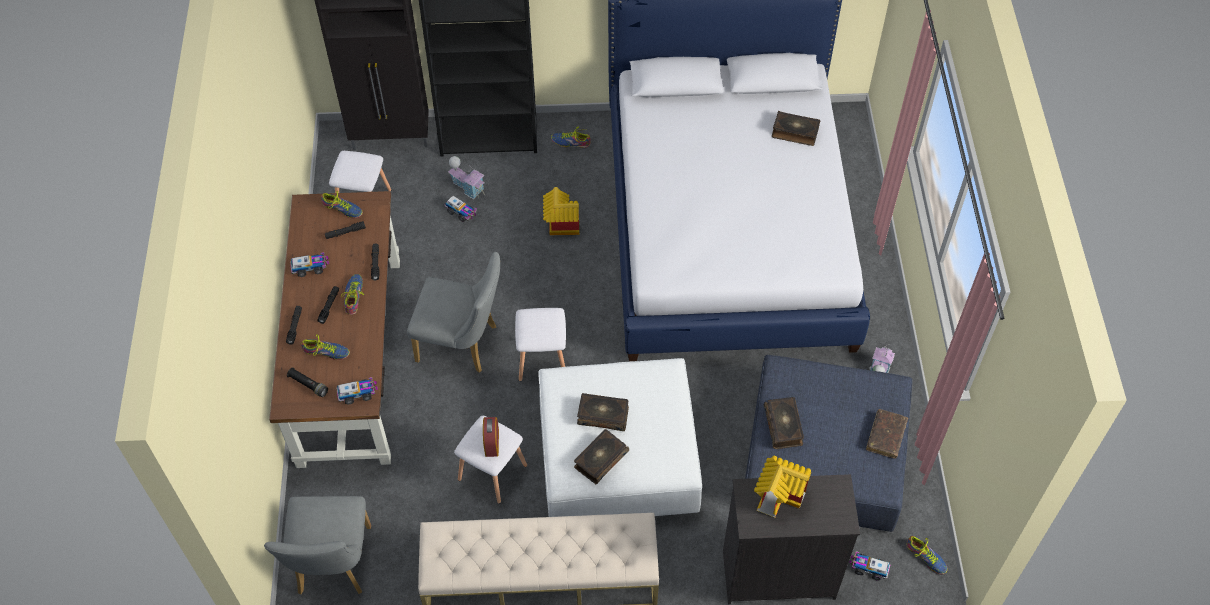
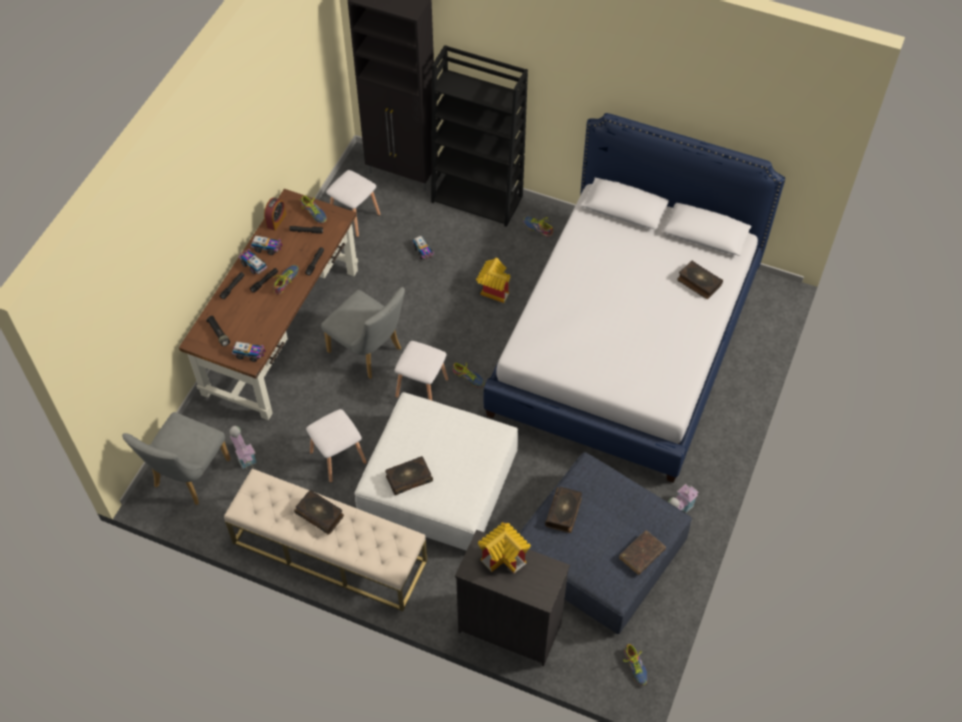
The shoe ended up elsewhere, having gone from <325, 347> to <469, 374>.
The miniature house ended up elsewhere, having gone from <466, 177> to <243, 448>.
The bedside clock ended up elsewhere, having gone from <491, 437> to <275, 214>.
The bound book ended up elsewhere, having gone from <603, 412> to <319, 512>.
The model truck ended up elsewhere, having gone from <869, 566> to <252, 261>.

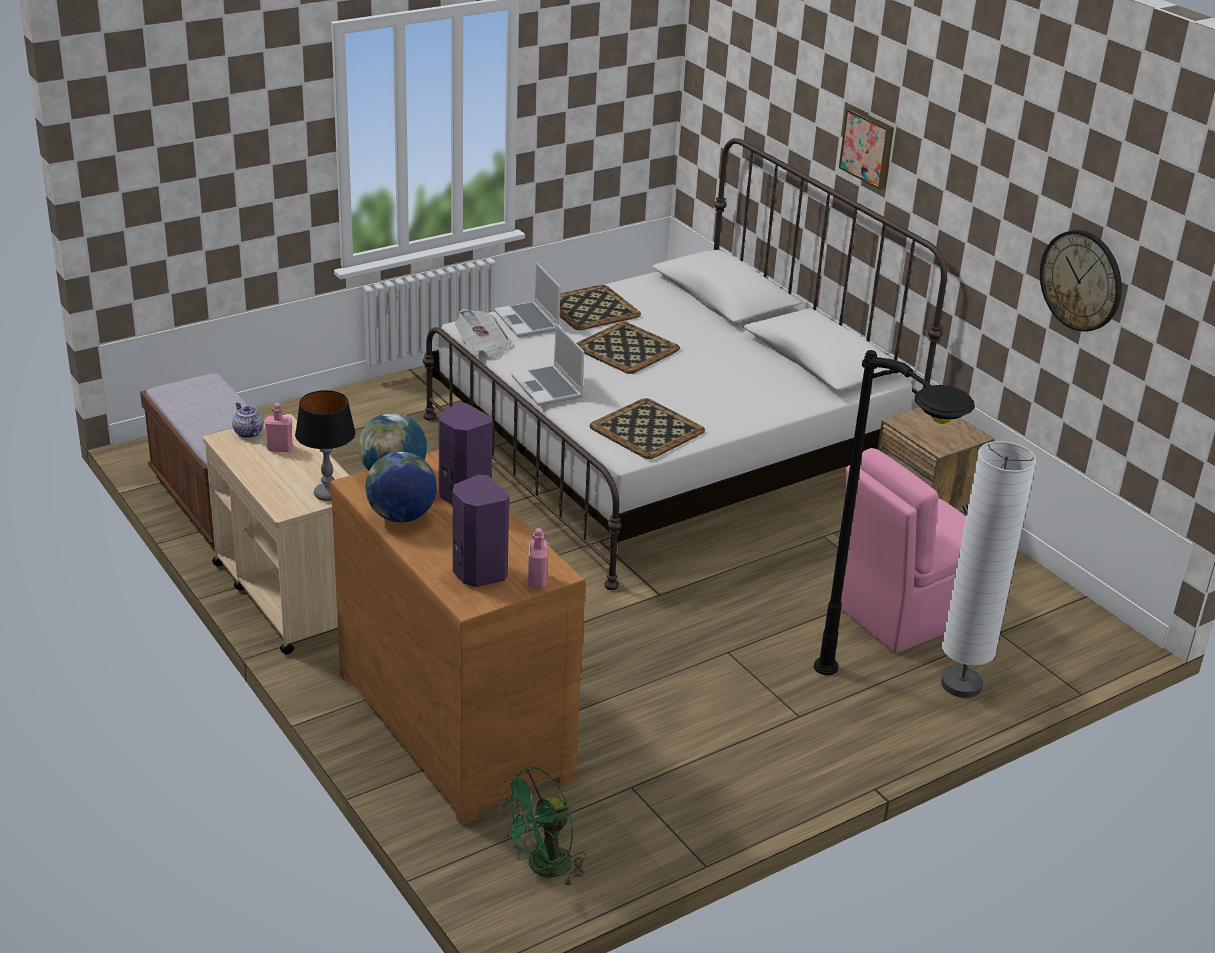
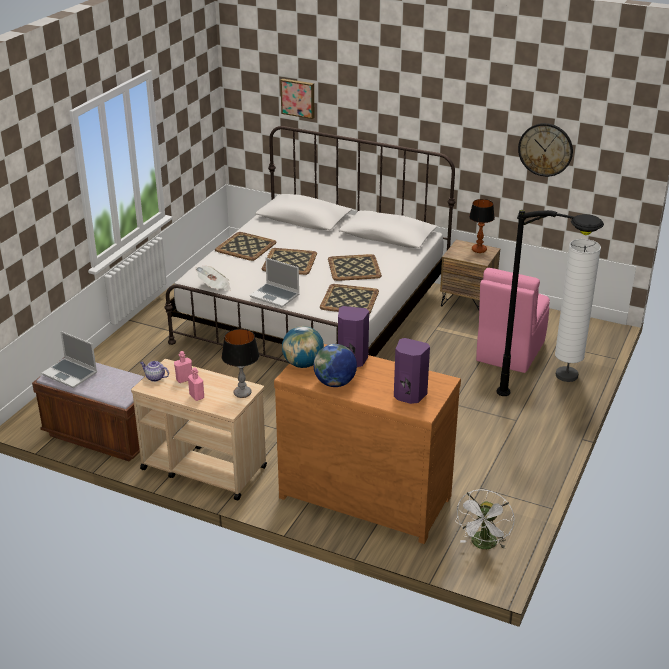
The notebook computer ended up elsewhere, having gone from <527, 299> to <69, 359>.
What was the green-coloured electric fan at <542, 826> turned into the whitish electric fan at <484, 519>.
The pink-coloured drink bottle ended up elsewhere, having gone from <538, 558> to <196, 384>.
The wall art ended up elsewhere, having gone from <866, 149> to <297, 99>.
The second view gained the serving tray at <355, 267>.
The second view gained the table lamp at <482, 226>.

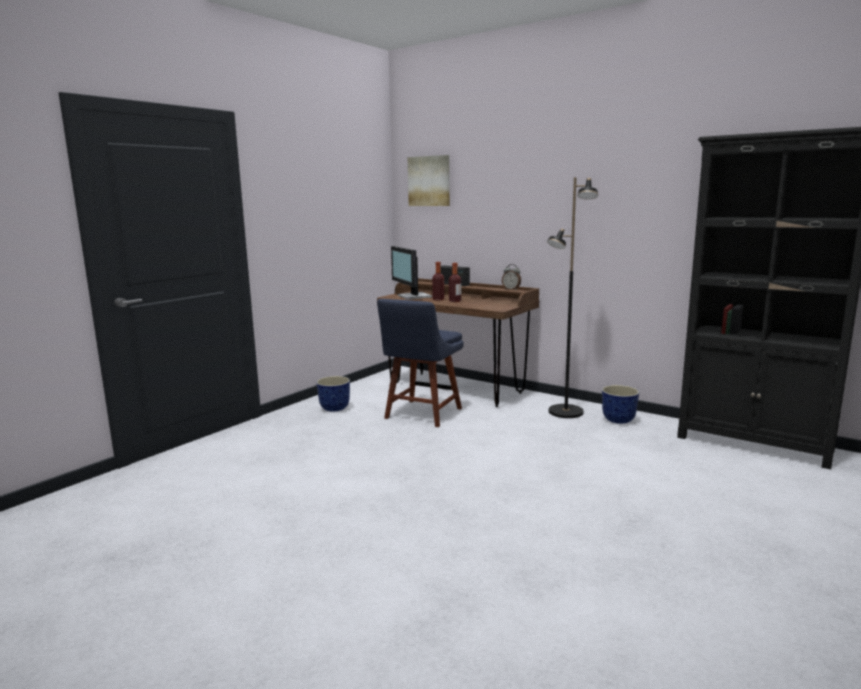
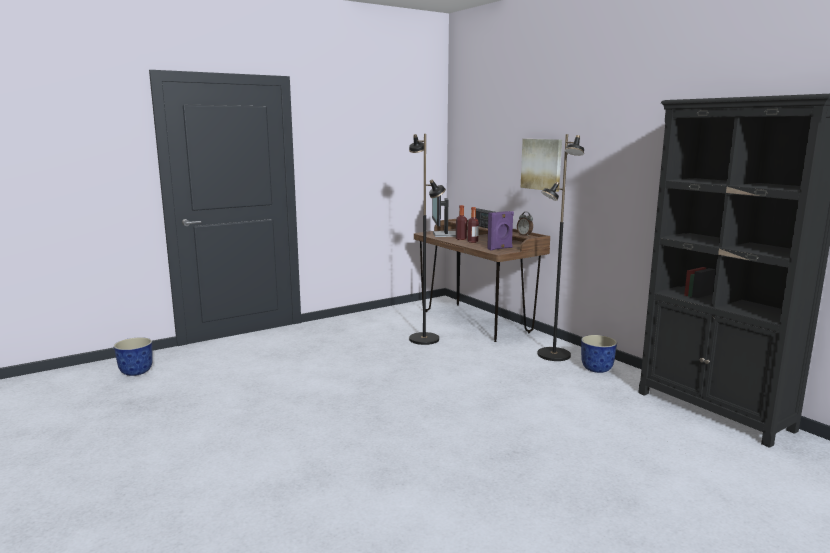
The planter ended up elsewhere, having gone from <333, 394> to <133, 356>.
Where the blue plain chair stood at <420, 363>, the blackish floor lamp came to stand at <427, 239>.
The wall art ended up elsewhere, having gone from <429, 180> to <541, 165>.
The second view gained the purple speaker at <500, 230>.

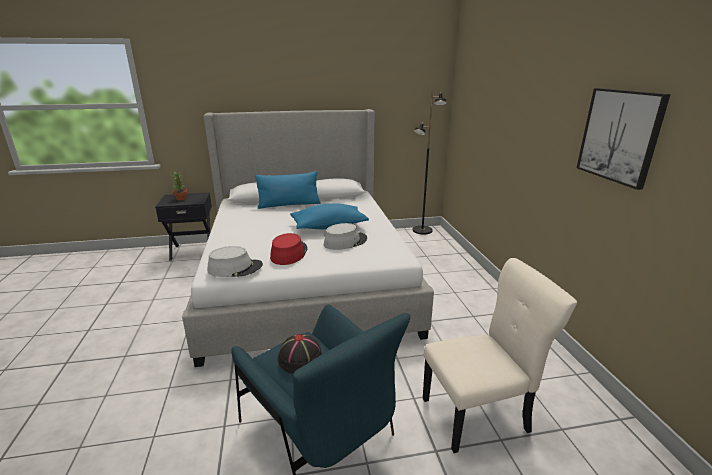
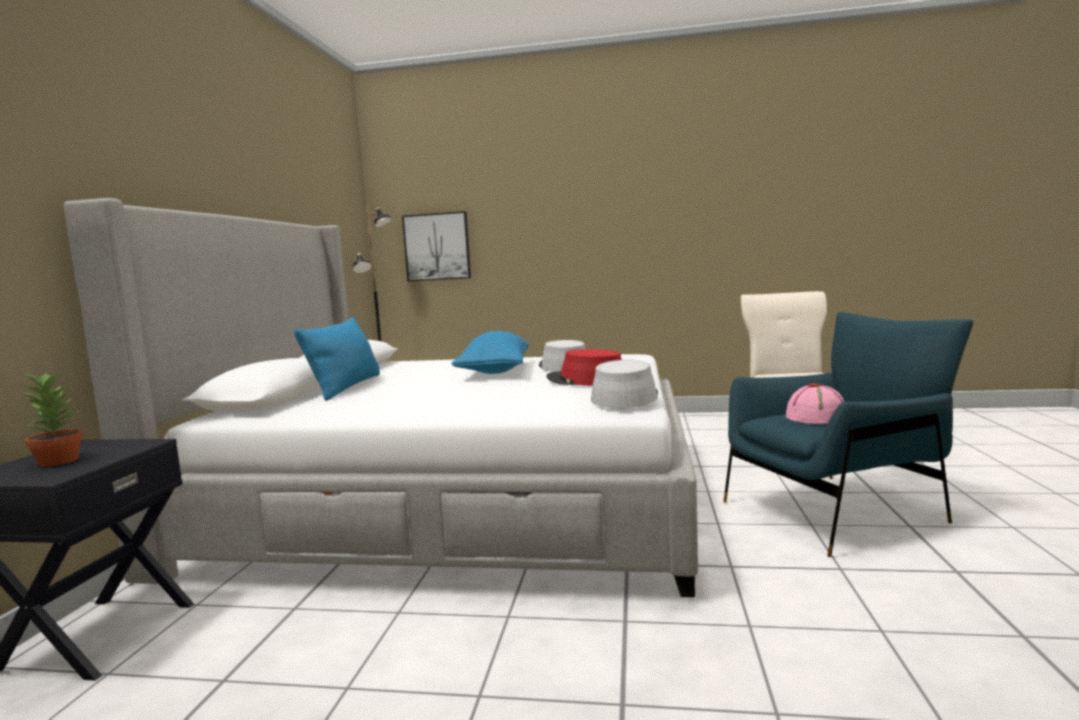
What was the blackish wearable hat at <300, 354> turned into the pink-coloured wearable hat at <815, 403>.
The wall art ended up elsewhere, having gone from <624, 139> to <436, 246>.

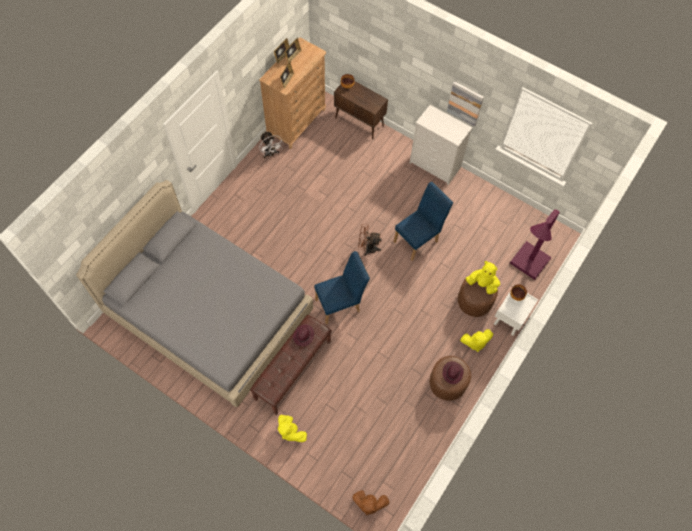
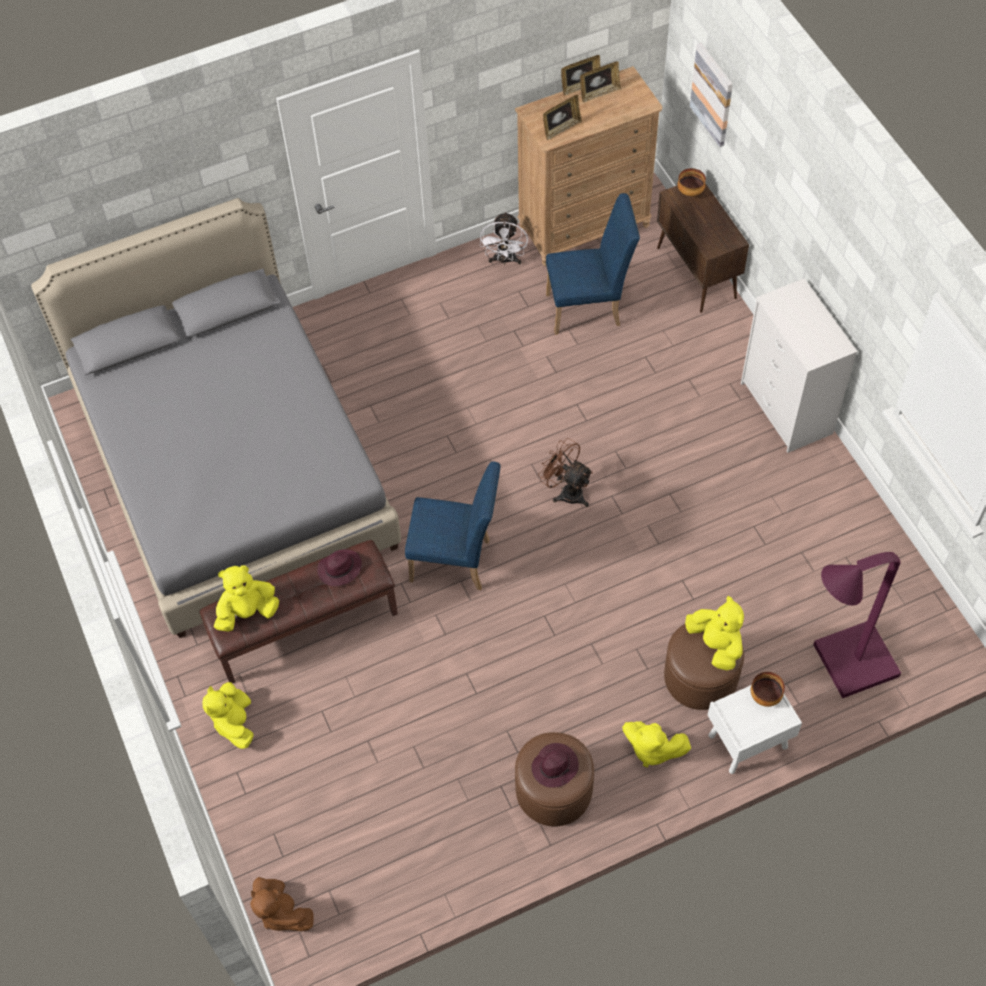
The blue plain chair ended up elsewhere, having gone from <423, 221> to <593, 264>.
The wall art ended up elsewhere, having gone from <465, 104> to <711, 95>.
The second view gained the yellowish soft toy at <246, 598>.

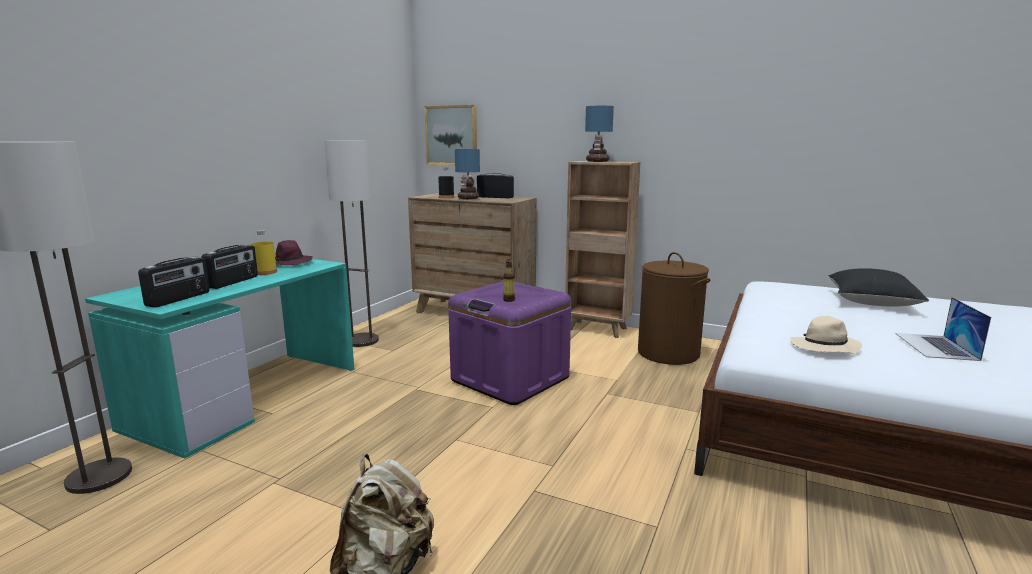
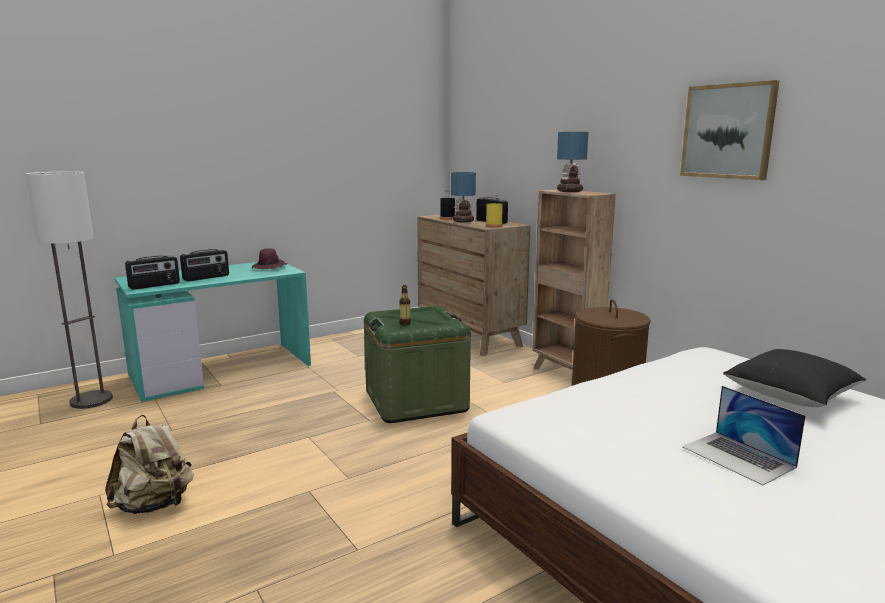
The yellowish drink bottle ended up elsewhere, having gone from <263, 252> to <494, 211>.
The second view lost the floor lamp at <351, 243>.
The wall art ended up elsewhere, having gone from <450, 135> to <729, 130>.
What was the purple storage bin at <509, 343> turned into the green-coloured storage bin at <417, 364>.
The second view lost the beige-coloured wearable hat at <826, 335>.
The notebook computer at <943, 329> ended up facing another way, 75 degrees counterclockwise from before.

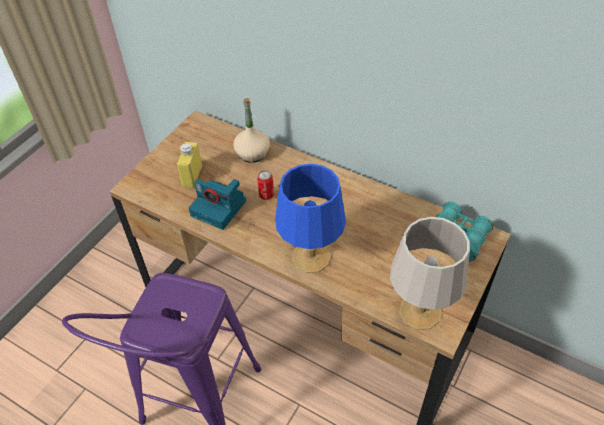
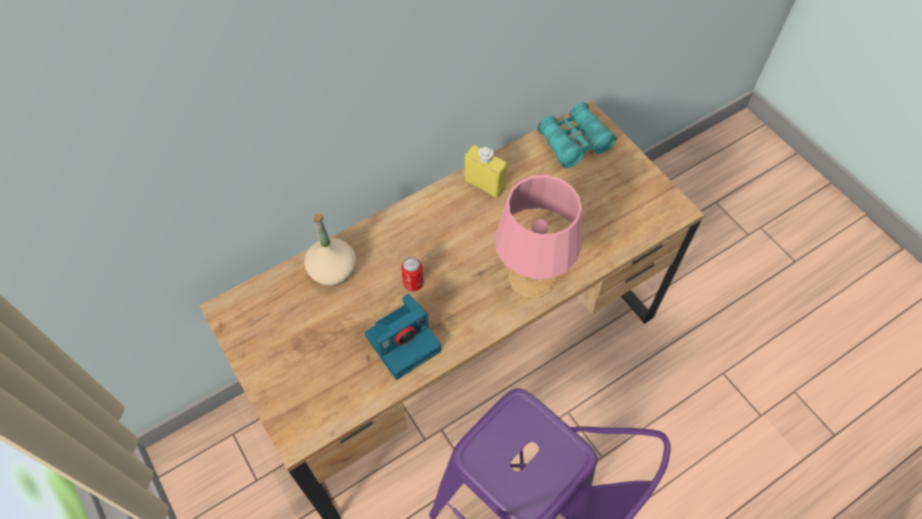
The yellowish drink bottle ended up elsewhere, having gone from <189, 165> to <485, 172>.
What was the blue table lamp at <310, 218> turned into the pink-coloured table lamp at <538, 237>.
The second view lost the gray table lamp at <430, 273>.

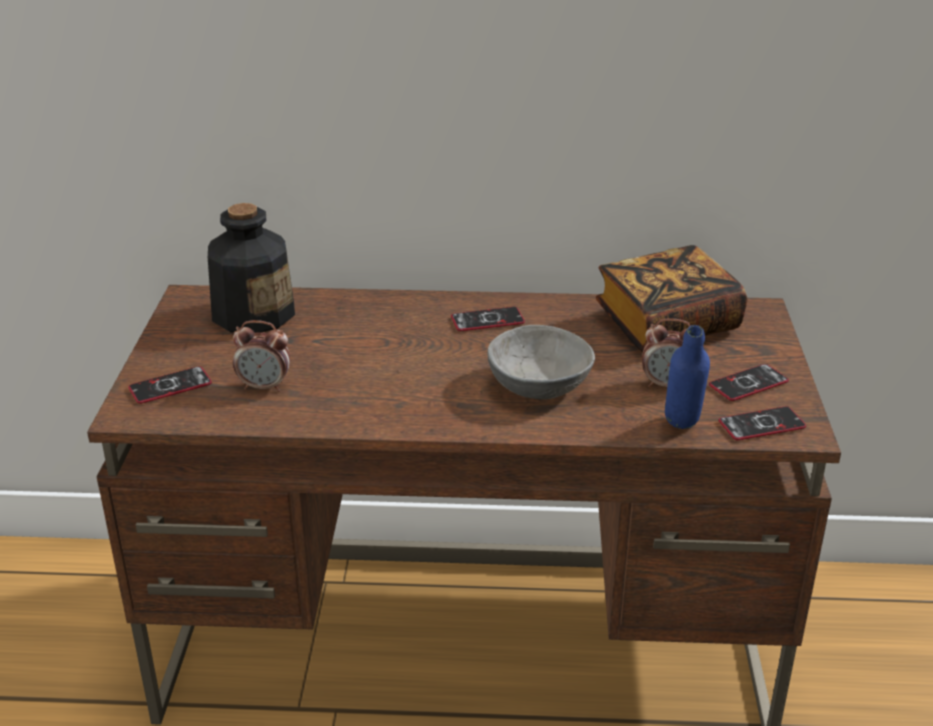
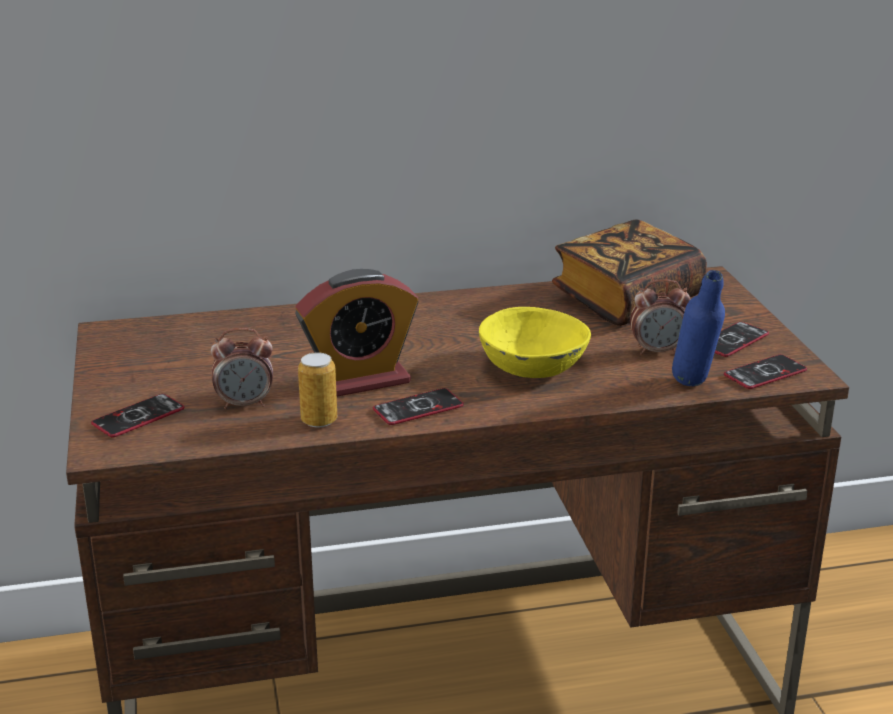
The second view lost the drink bottle at <251, 268>.
The telephone ended up elsewhere, having gone from <488, 319> to <418, 406>.
What was the gray bowl at <541, 362> turned into the yellowish bowl at <535, 342>.
The second view gained the bedside clock at <356, 333>.
The second view gained the can at <317, 389>.

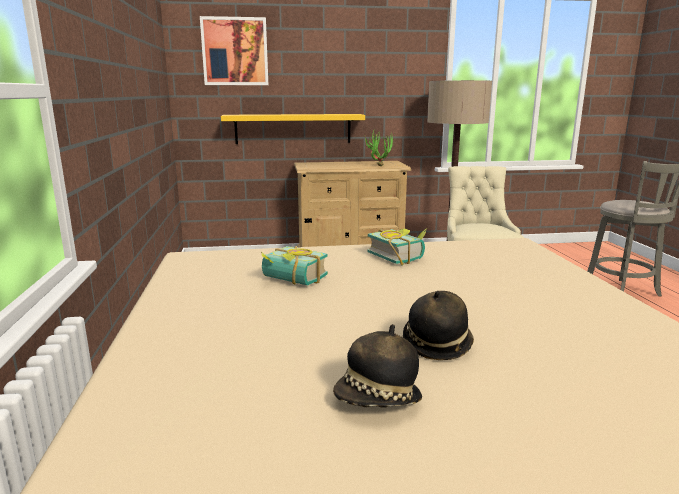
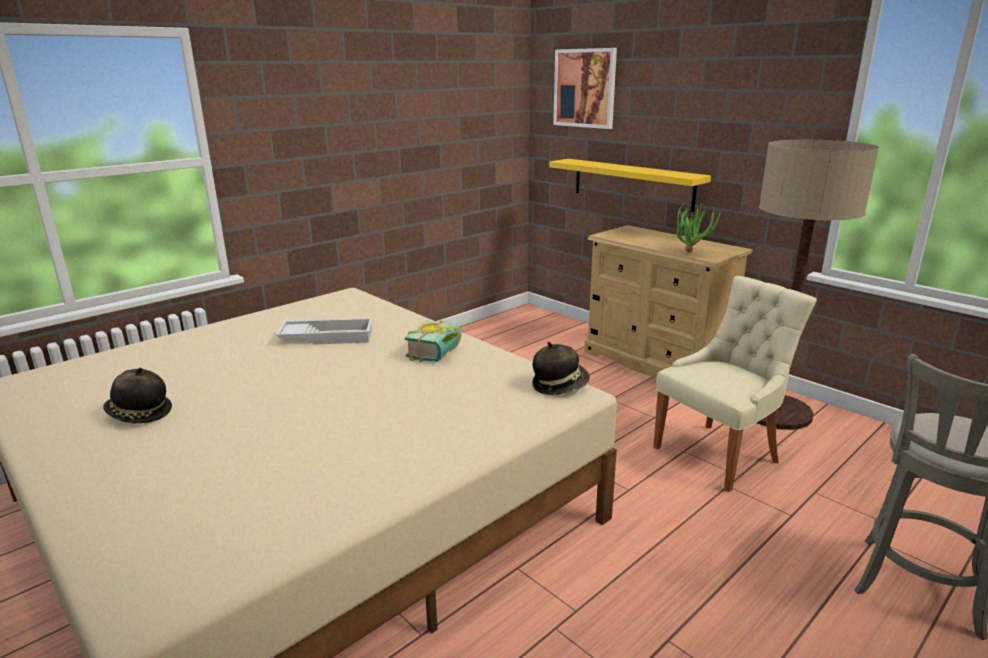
Where the bound book stood at <294, 265>, the whitish serving tray came to stand at <324, 331>.
The wearable hat ended up elsewhere, having gone from <438, 325> to <561, 368>.

